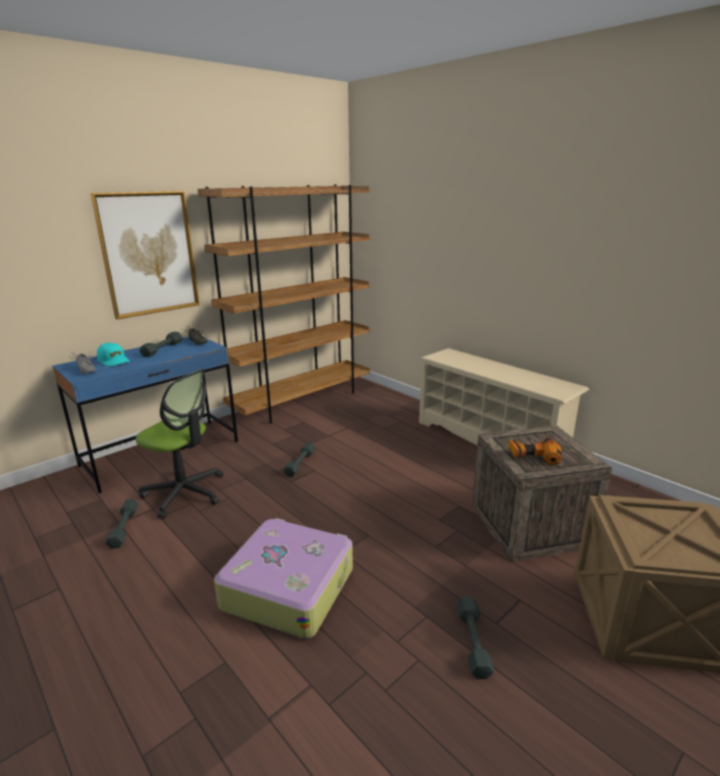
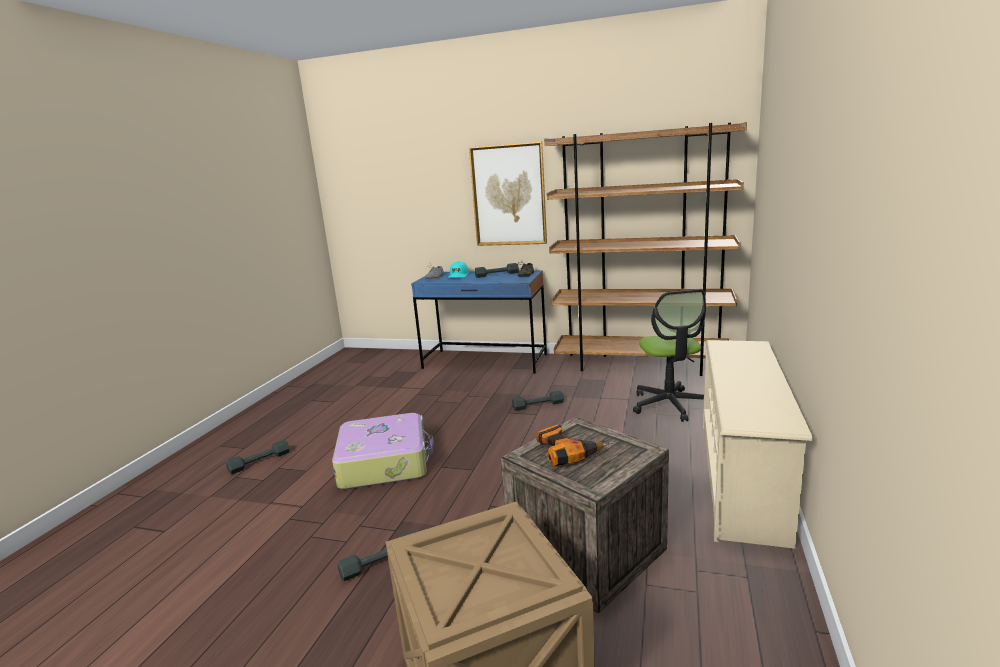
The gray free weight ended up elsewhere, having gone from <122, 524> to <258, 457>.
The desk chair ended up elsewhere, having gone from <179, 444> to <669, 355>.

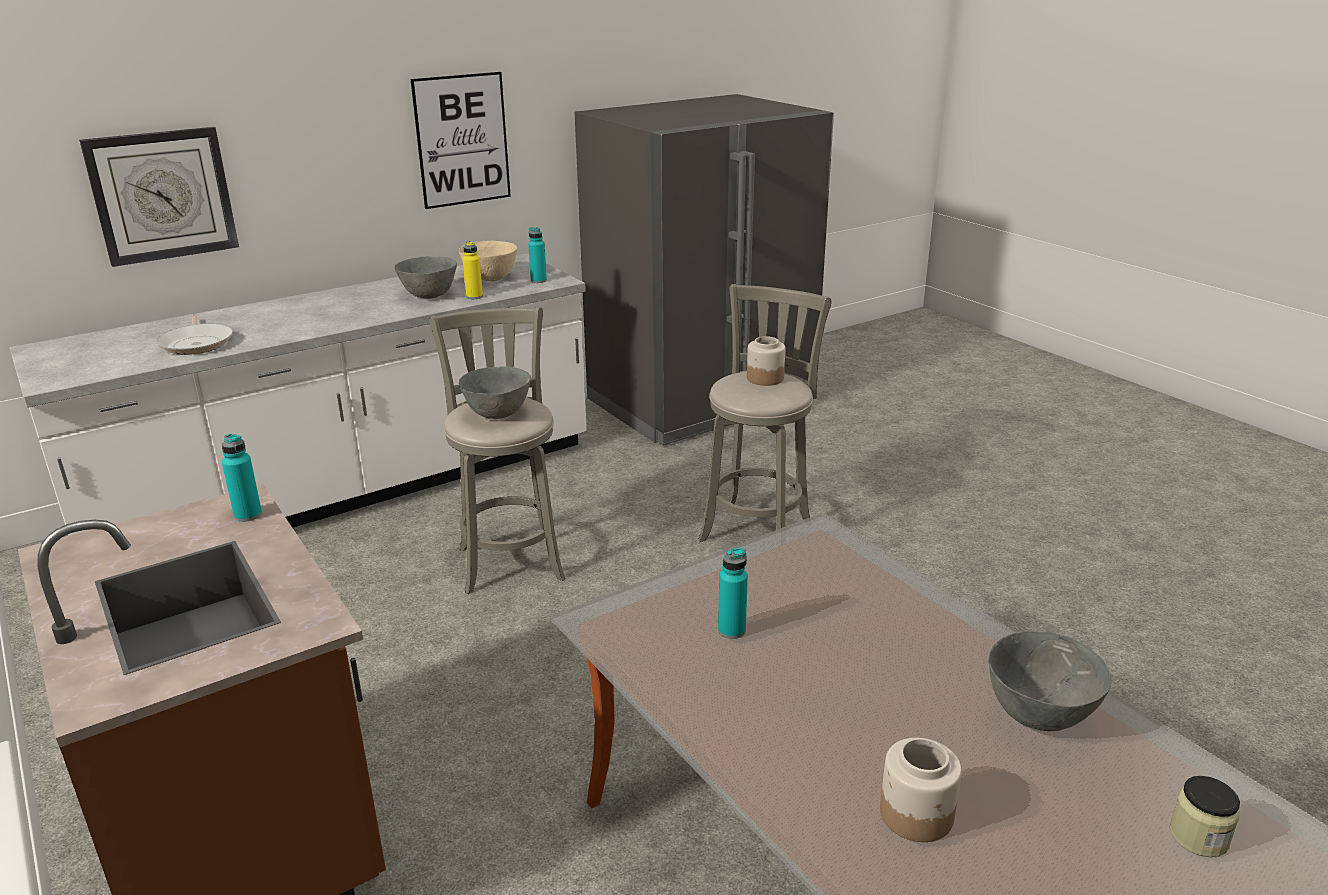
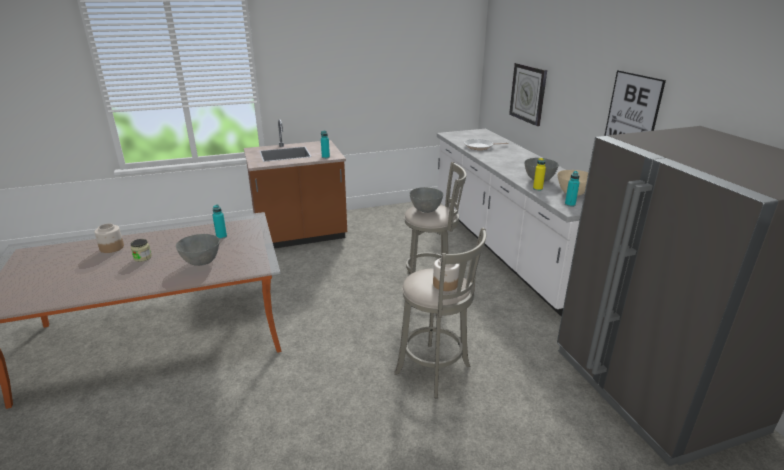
The gray bowl ended up elsewhere, having gone from <1049, 681> to <198, 250>.
The preserve jar ended up elsewhere, having gone from <1204, 816> to <141, 250>.

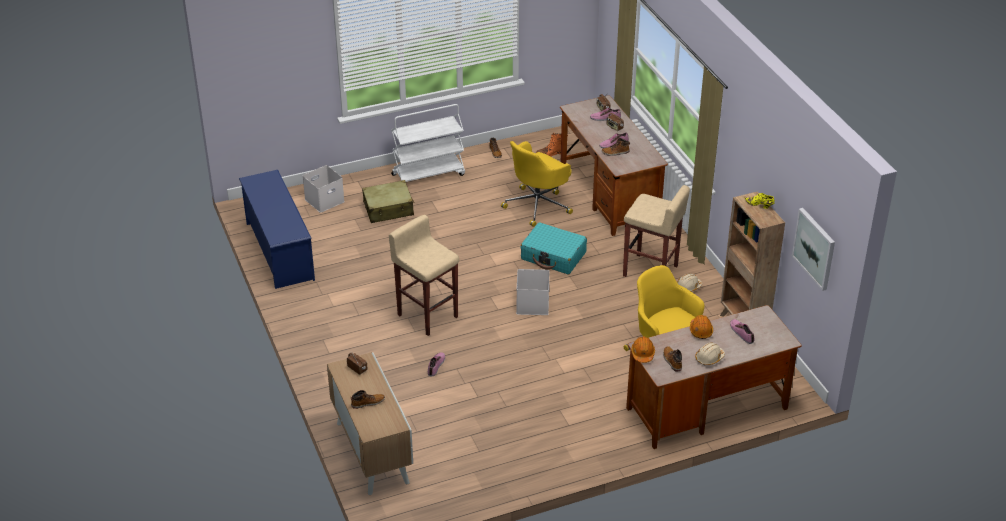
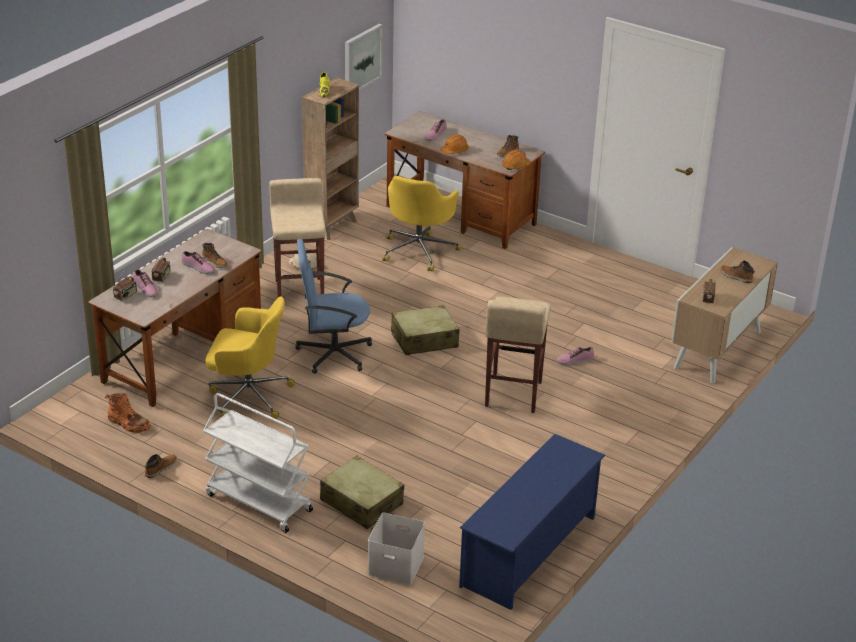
Where the whitish storage bin stood at <532, 292>, the beige-coloured suitcase came to stand at <425, 330>.
Where the turquoise-coloured suitcase stood at <553, 248>, the blue desk chair came to stand at <333, 306>.
The second view lost the beige-coloured safety helmet at <710, 353>.

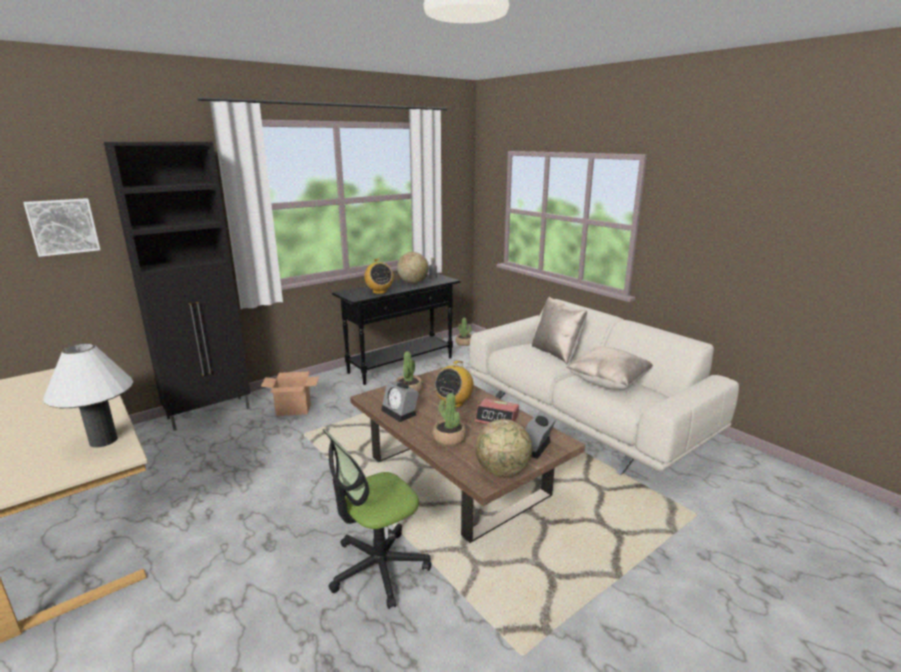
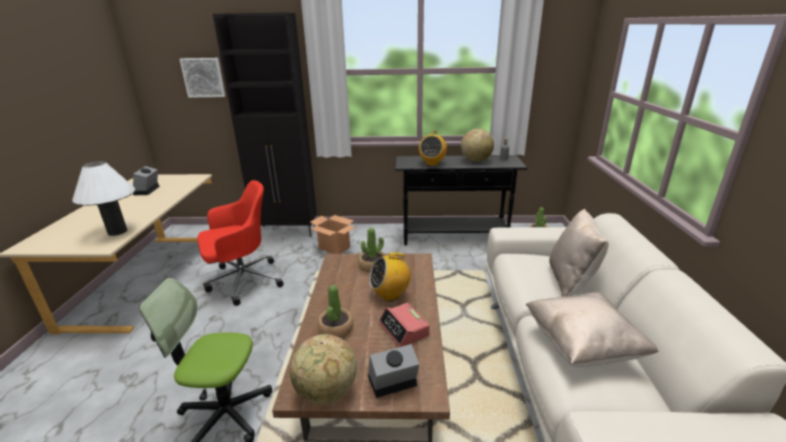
The bedside clock ended up elsewhere, having gone from <400, 401> to <146, 180>.
The second view gained the red-coloured desk chair at <240, 243>.

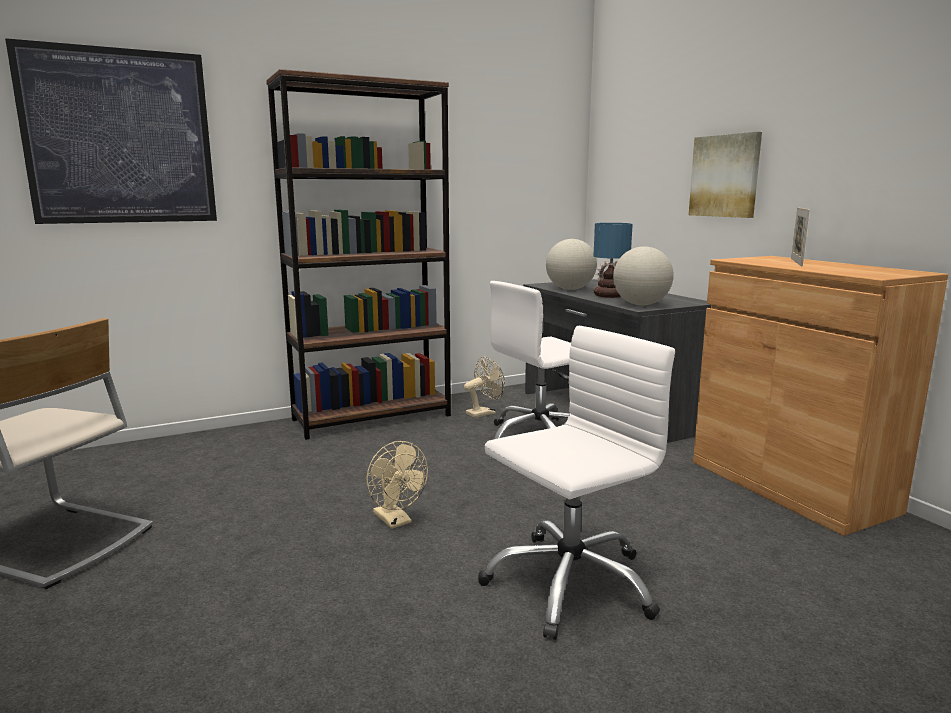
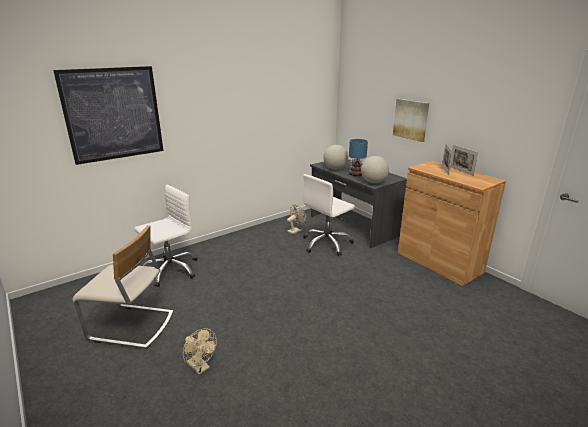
The second view lost the brown-coloured shelving unit at <358, 254>.
The beige-coloured electric fan ended up elsewhere, having gone from <397, 485> to <200, 351>.
The whitish desk chair ended up elsewhere, having gone from <576, 483> to <165, 236>.
The second view gained the standing frame at <464, 160>.

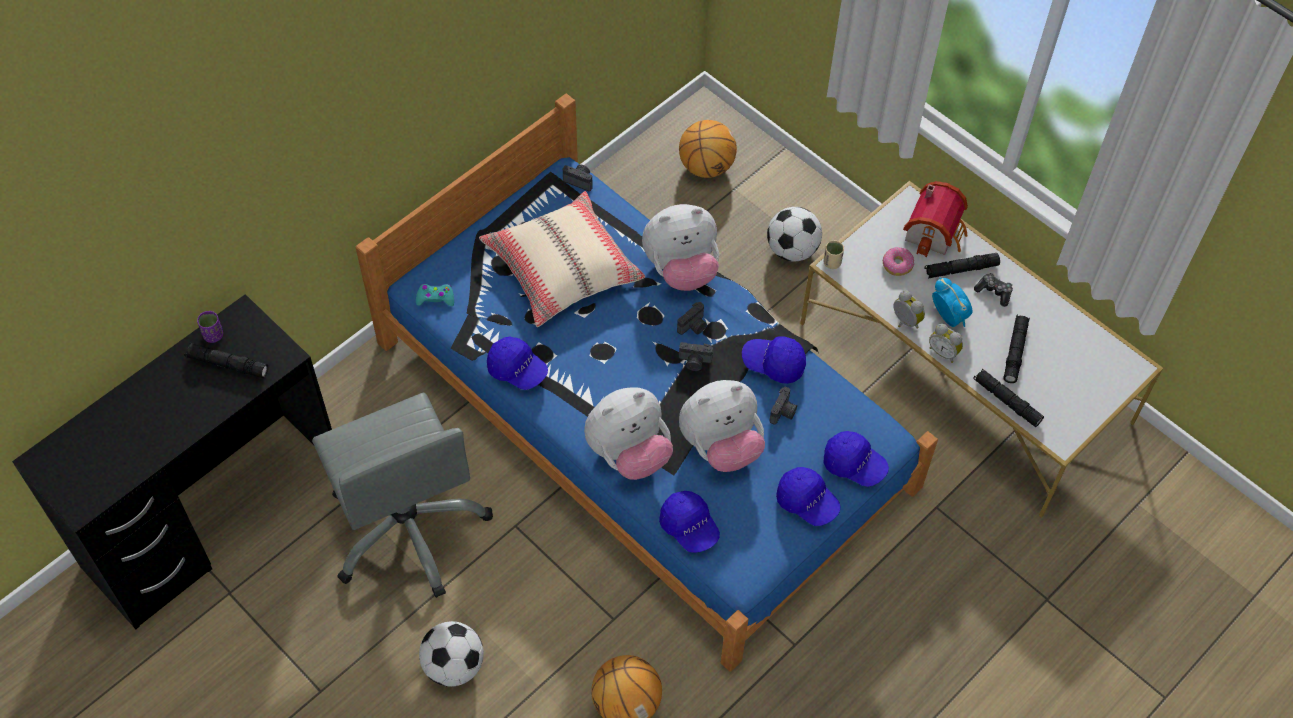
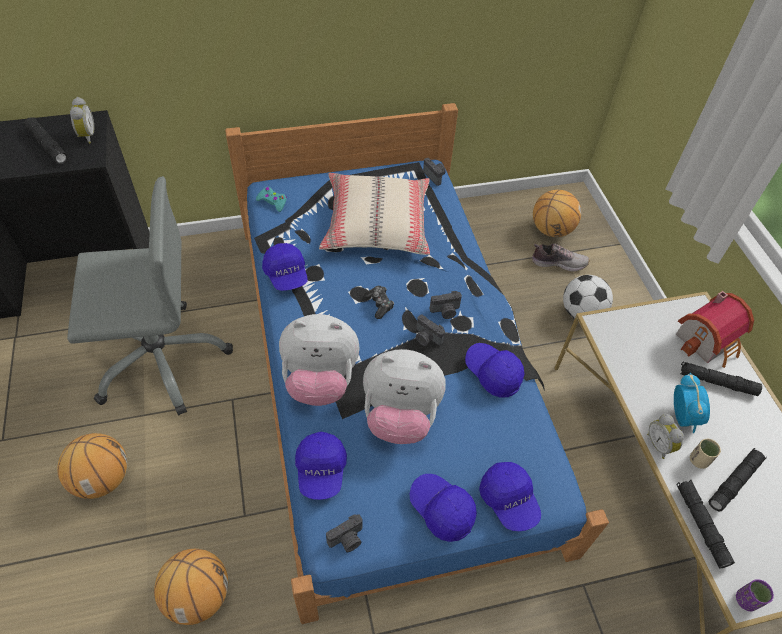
The purple small cup ended up elsewhere, having gone from <210, 327> to <755, 595>.
The gray desk chair at <402, 495> ended up facing another way, 105 degrees counterclockwise from before.
Where the ball for football stood at <451, 654>, the basketball ball came to stand at <92, 466>.
The second view lost the soft toy at <680, 247>.
The photo camera ended up elsewhere, having gone from <783, 406> to <344, 533>.
The blue cap at <808, 496> ended up facing another way, 150 degrees clockwise from before.
The beige-coloured small cup ended up elsewhere, having gone from <834, 254> to <705, 454>.
The second view lost the donut at <898, 261>.
The bedside clock ended up elsewhere, having gone from <909, 309> to <82, 120>.
The gamepad ended up elsewhere, having gone from <993, 290> to <379, 302>.
The second view gained the shoe at <560, 257>.

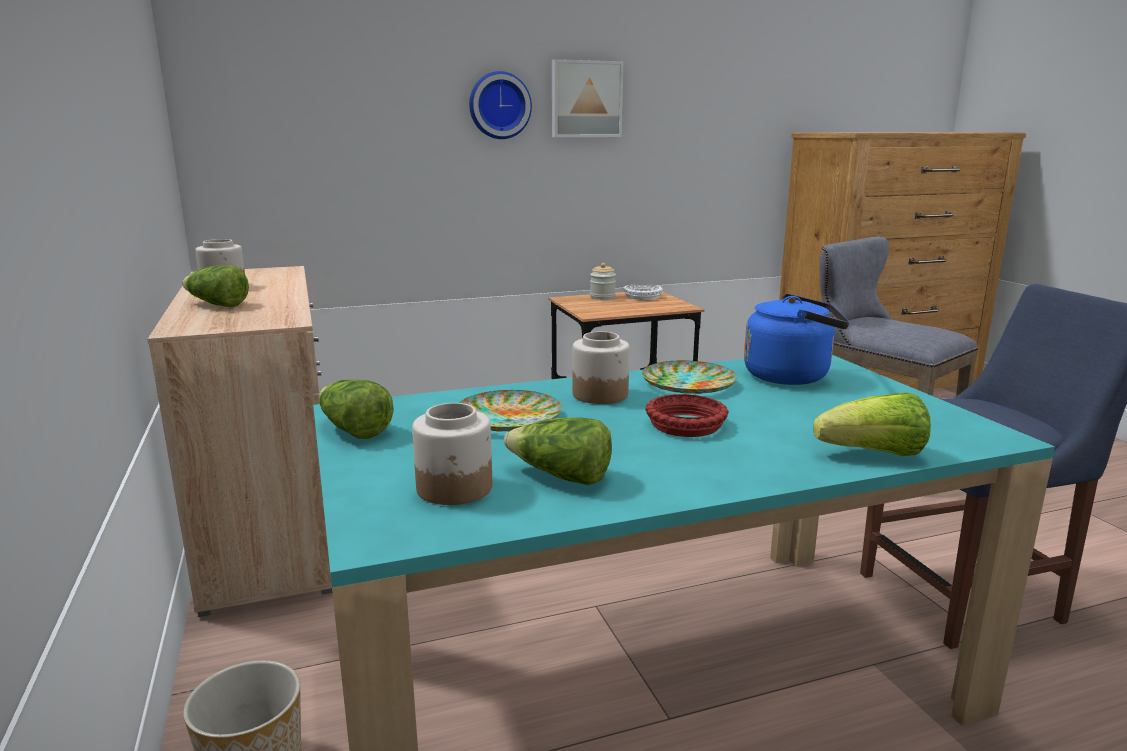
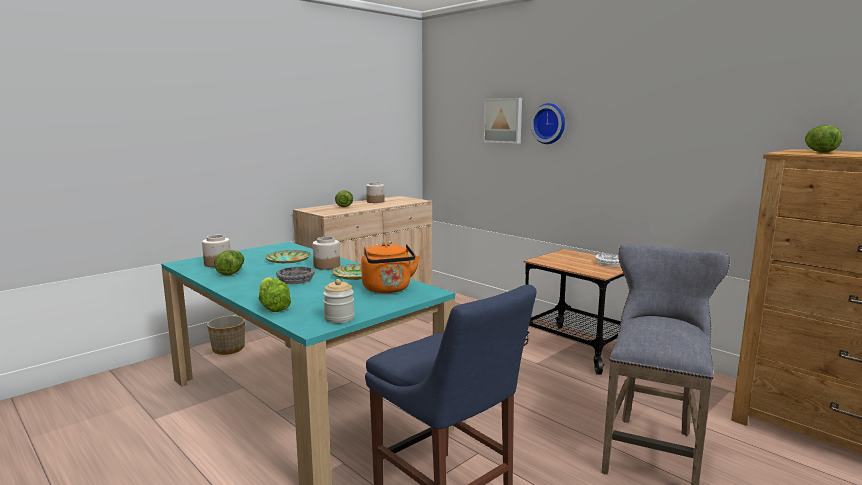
The head of lettuce ended up elsewhere, having gone from <356, 409> to <823, 139>.
The wall art ended up elsewhere, having gone from <587, 98> to <502, 121>.
The preserve jar ended up elsewhere, having gone from <603, 281> to <339, 301>.
What was the red-coloured bowl at <687, 415> turned into the gray bowl at <295, 275>.
What was the blue water kettle at <796, 339> turned into the orange-coloured water kettle at <390, 267>.

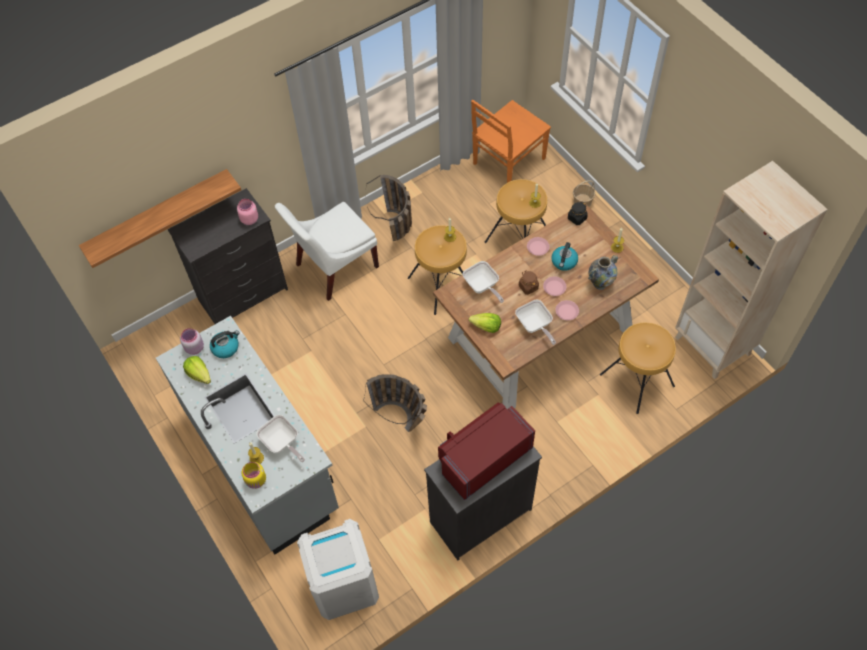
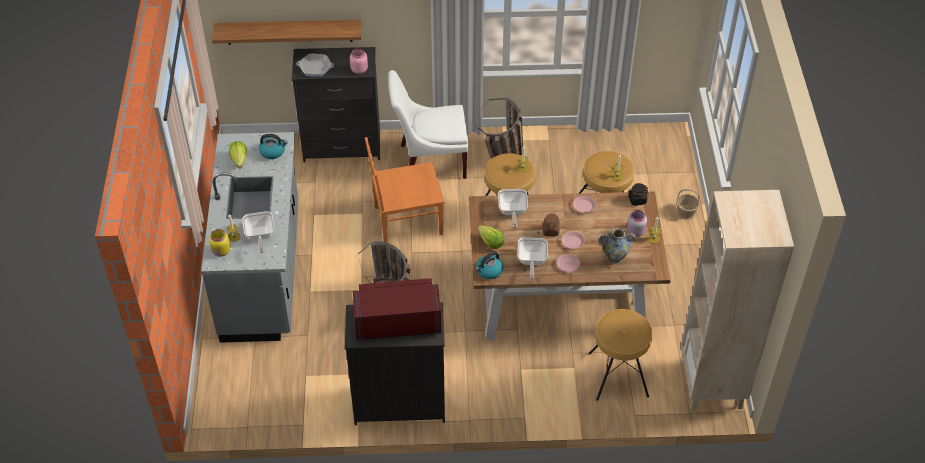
The pink-coloured preserve jar ended up elsewhere, having gone from <192, 341> to <637, 223>.
The second view lost the whitish waste bin at <338, 569>.
The orange-coloured plain chair ended up elsewhere, having gone from <511, 141> to <404, 190>.
The water kettle ended up elsewhere, having gone from <564, 256> to <489, 265>.
The second view gained the frying pan at <315, 65>.

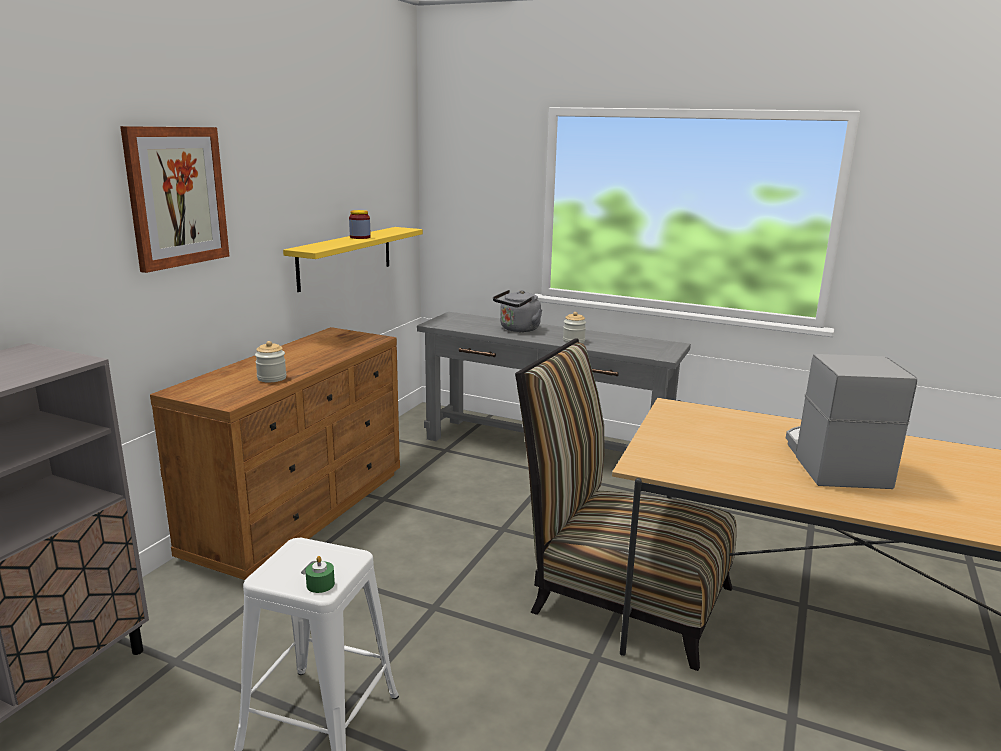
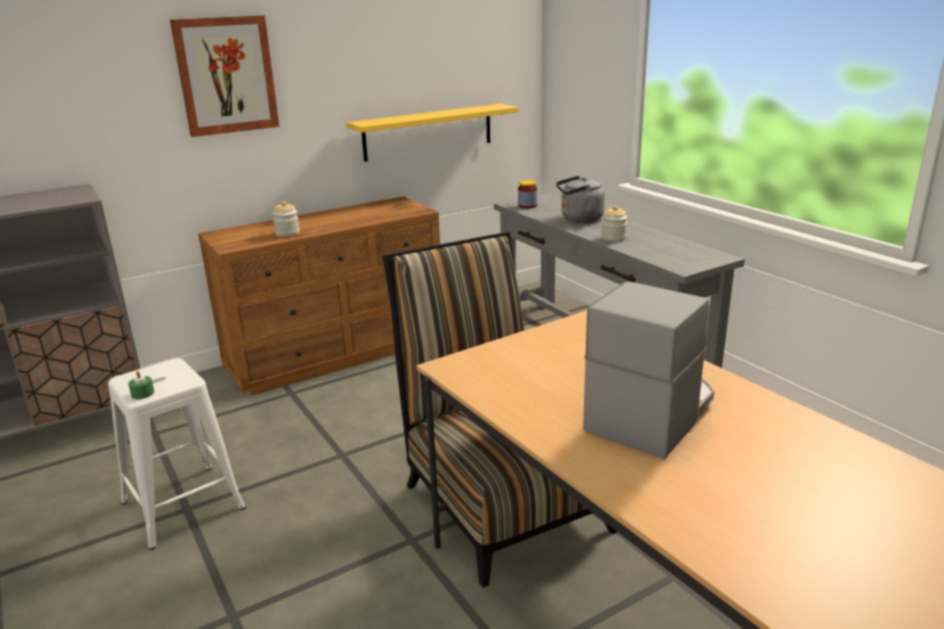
The preserve jar ended up elsewhere, having gone from <360, 224> to <527, 194>.

